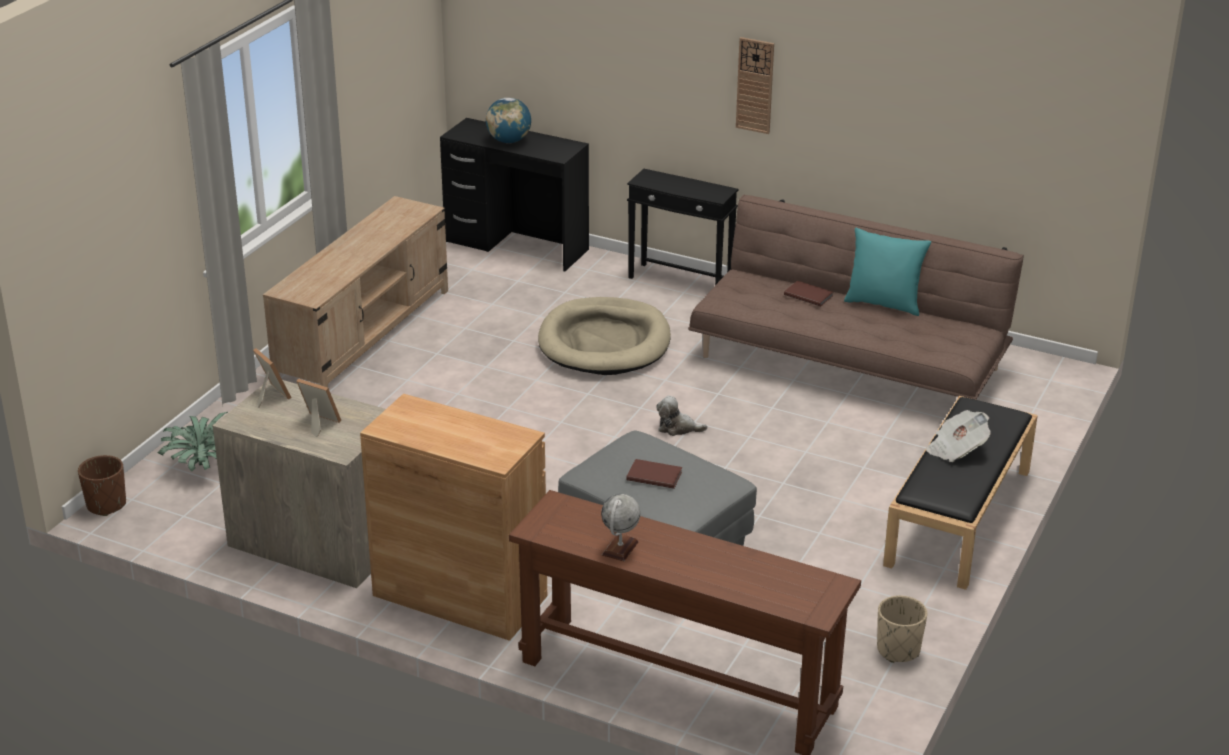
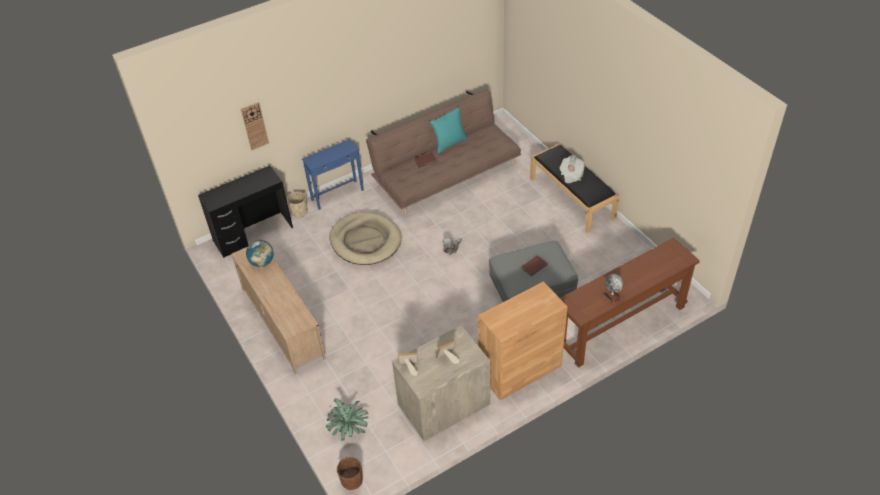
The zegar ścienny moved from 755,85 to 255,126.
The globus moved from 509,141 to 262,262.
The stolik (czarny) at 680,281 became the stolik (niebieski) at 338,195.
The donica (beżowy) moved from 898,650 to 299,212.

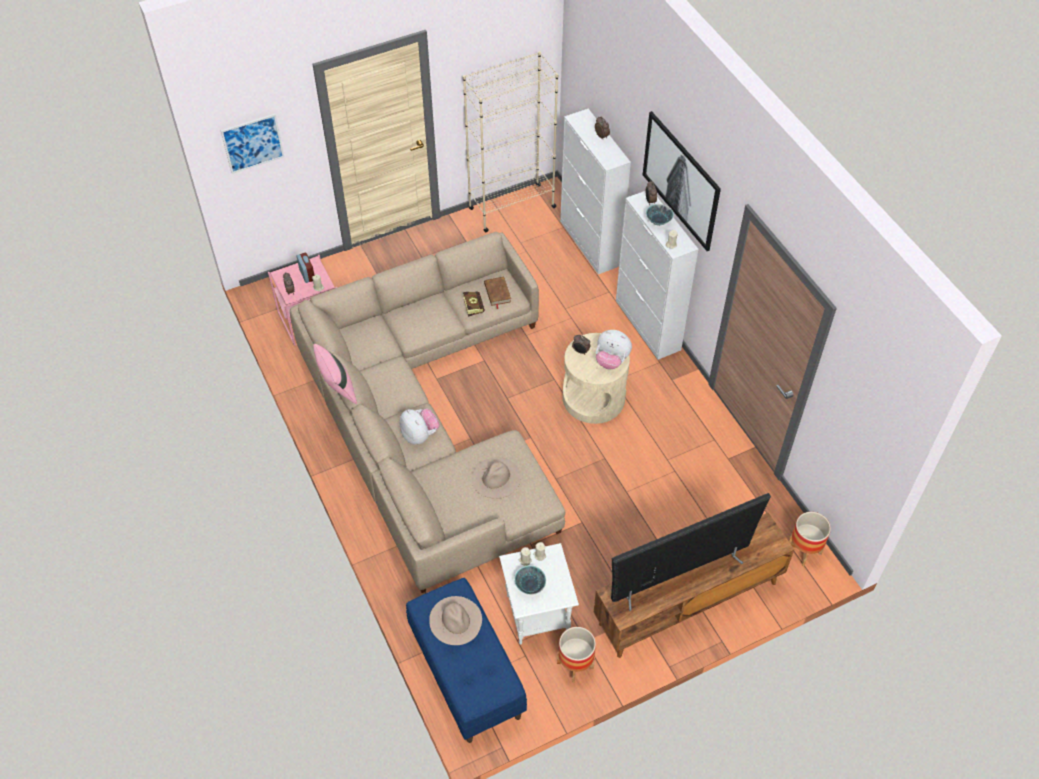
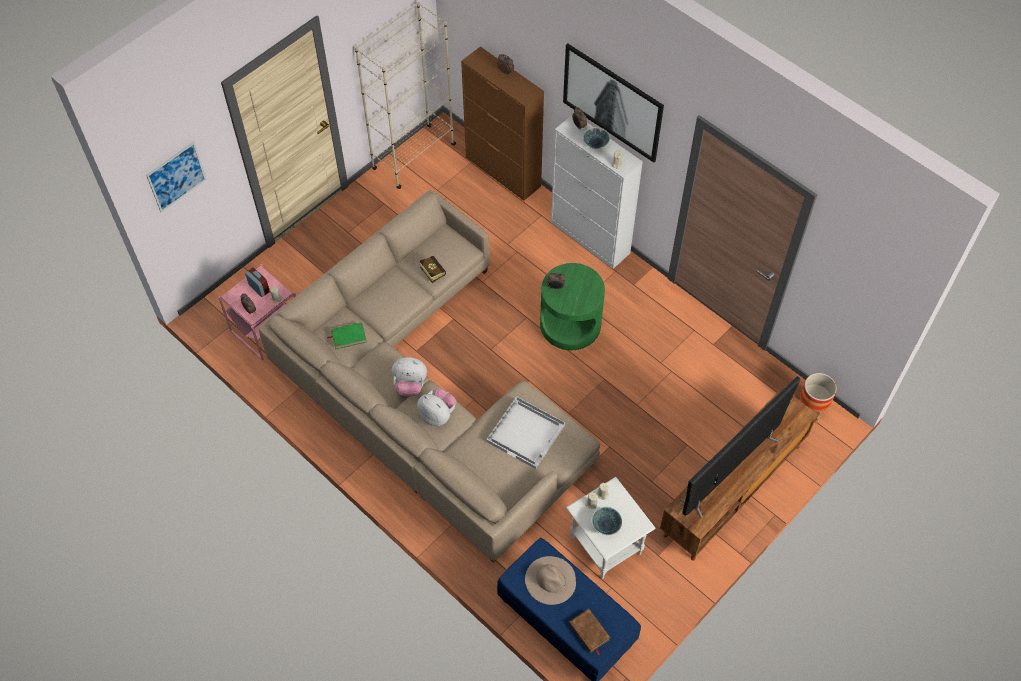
The szafka (biały) at 590,243 became the szafka (brązowy) at 503,172.
The książka (brązowy) moved from 497,293 to 589,632.
The pluszak moved from 611,360 to 410,385.
The stolik (beżowy) at 594,398 became the stolik (zielony) at 570,324.
The poduszka (różowy) at 337,389 disappeared.
The kapelusz (beżowy) at 496,478 was replaced by the taca (biały) at 526,433.
The donica at 575,665 disappeared.
The książka (zielony) at 348,337 appeared.

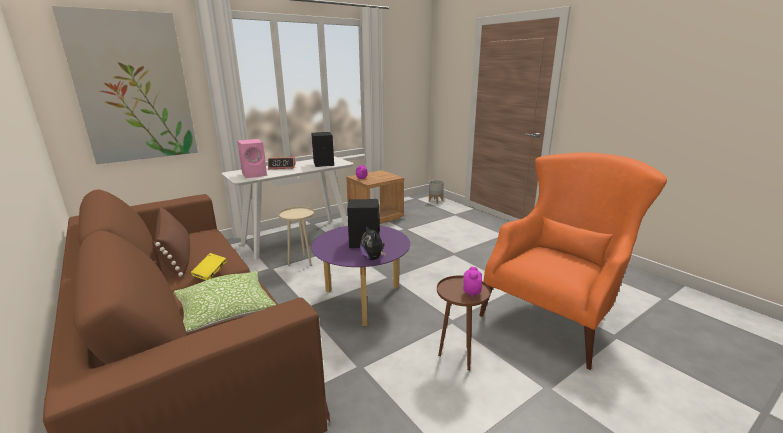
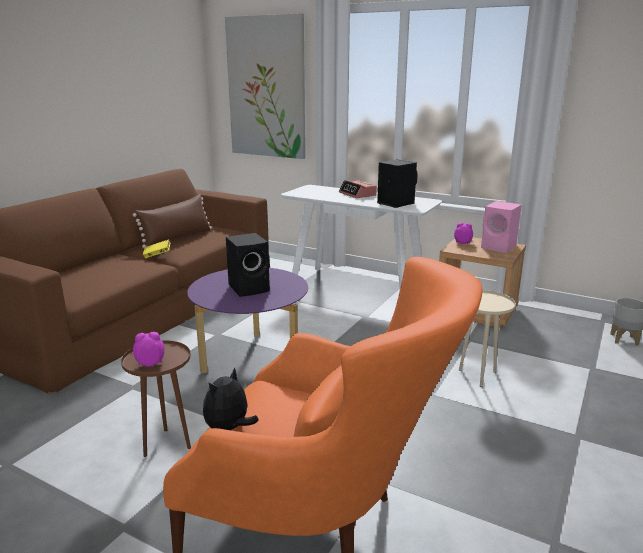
The głośnik (różowy) moved from 255,174 to 499,247.
The stolik (beżowy) moved from 301,262 to 478,376.
The pluszak moved from 373,258 to 229,429.
The poduszka at 226,311 disappeared.

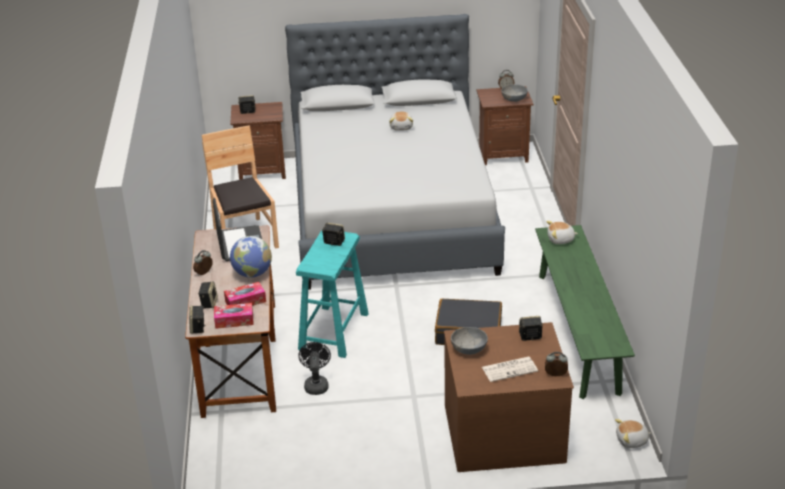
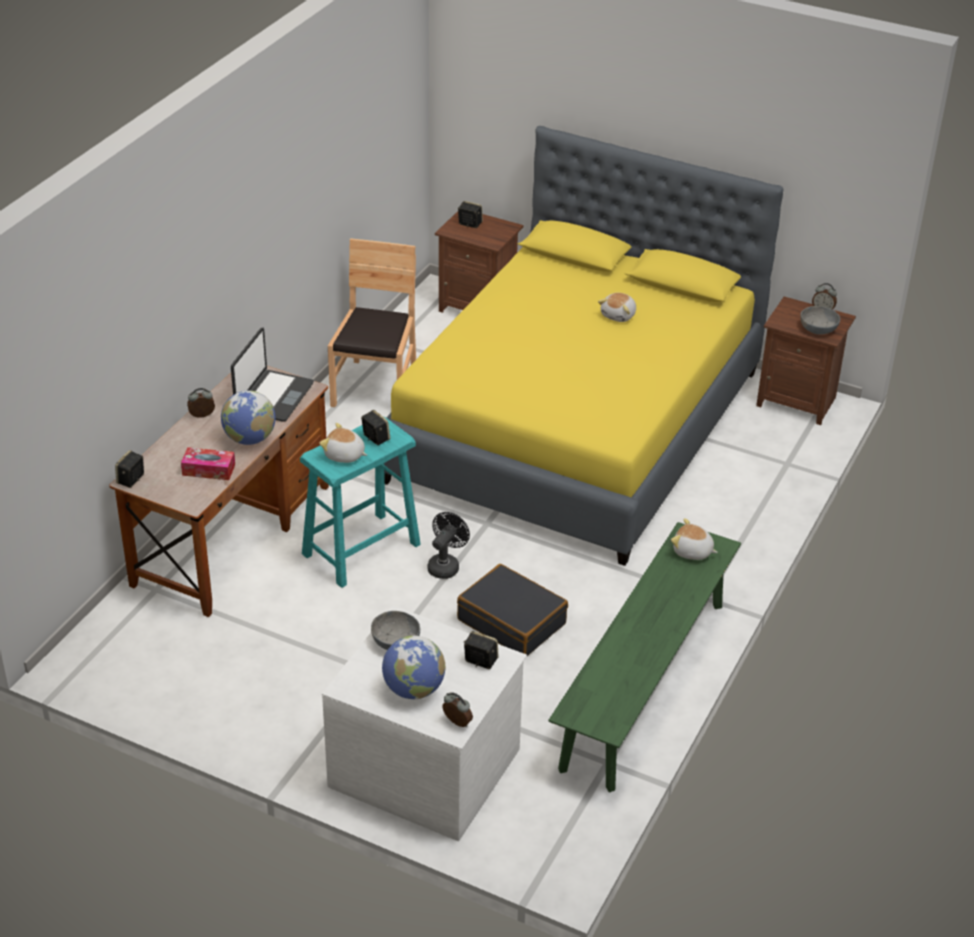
The łóżko (szary) at 392,213 became the łóżko (żółty) at 576,425.
The głośnik at 209,303 disappeared.
The pudełko chusteczek at 234,320 disappeared.
The komoda (brązowy) at 503,431 became the komoda (biały) at 426,765.
The wentylator (czarny) moved from 316,384 to 445,565.
The gazeta at 510,369 was replaced by the globus at 413,689.
The pluszak moved from 632,441 to 344,455.

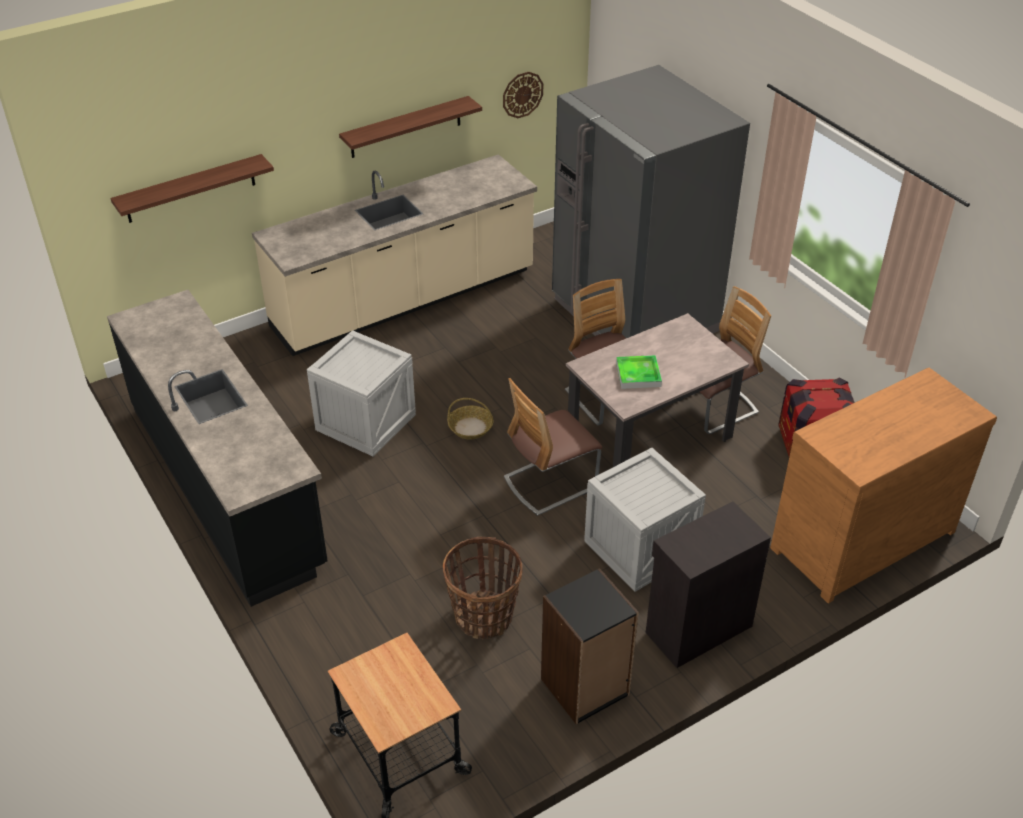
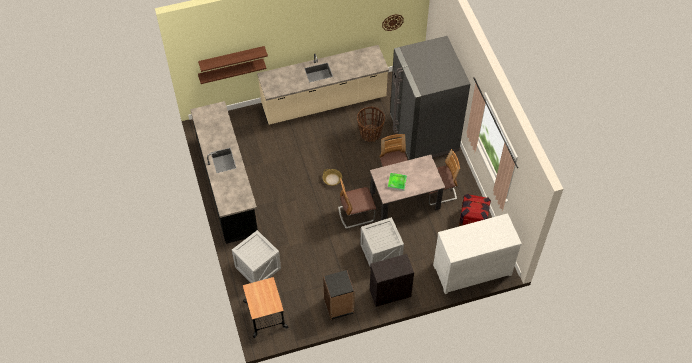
The półka moved from 406,127 to 231,70.
The skrzynka moved from 366,421 to 258,267.
The komoda (brązowy) at 859,538 became the komoda (biały) at 471,269.
The koszyk moved from 484,616 to 370,134.

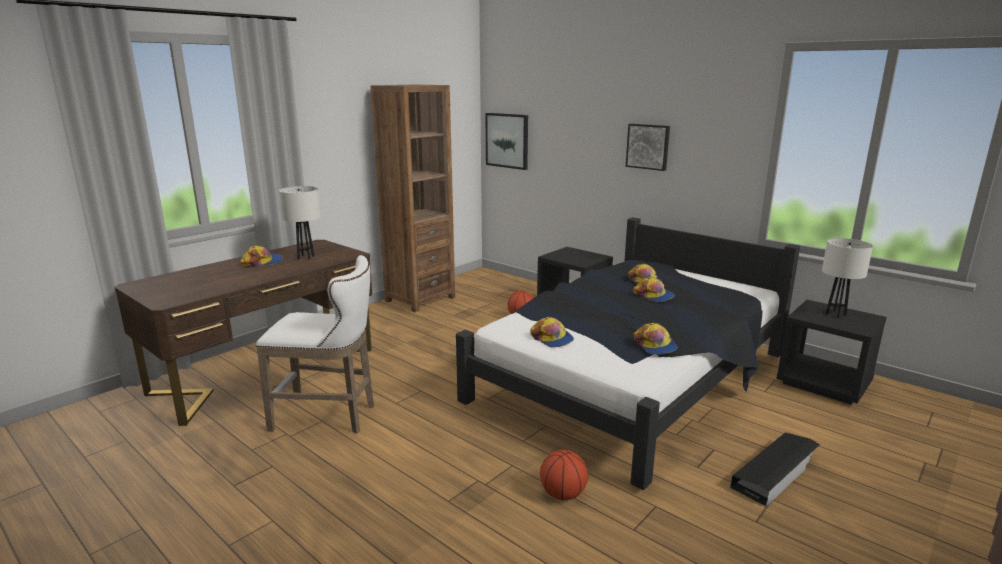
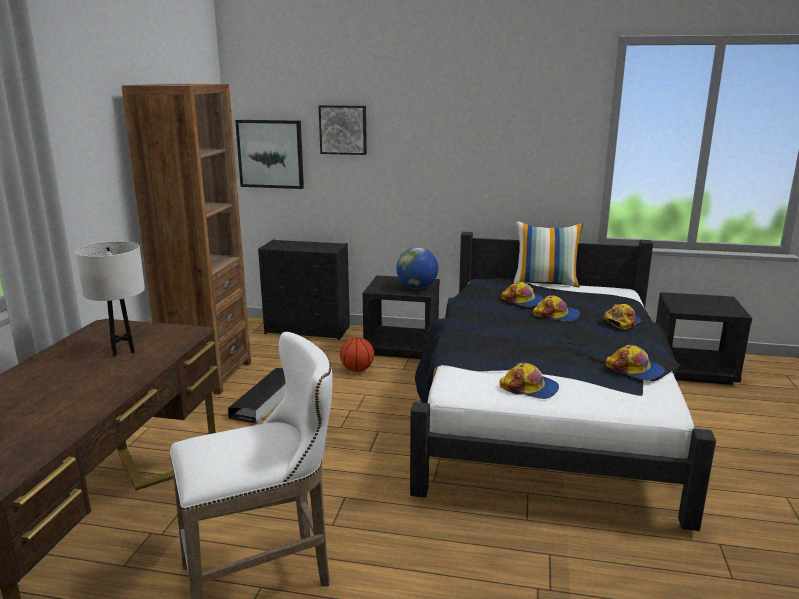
The obraz moved from 648,146 to 343,129.
The lampa stołowa (biały) at 836,314 disappeared.
The czapka z daszkiem moved from 262,262 to 621,322.
The pojemnik do przechowywania (czarny) moved from 775,472 to 267,399.
The piłka do koszykówki at 563,494 disappeared.
The poduszka at 545,283 appeared.
The komoda (czarny) at 308,330 appeared.
The globus at 417,288 appeared.

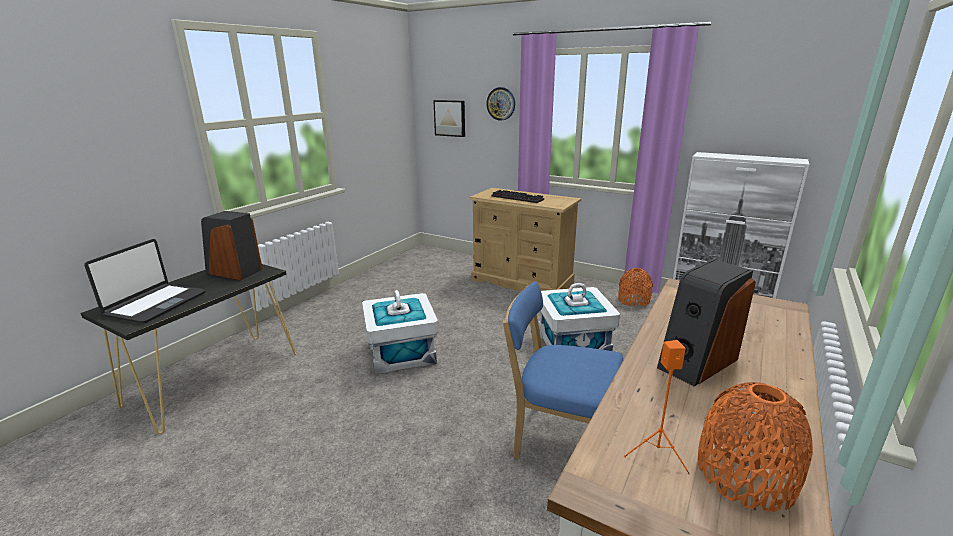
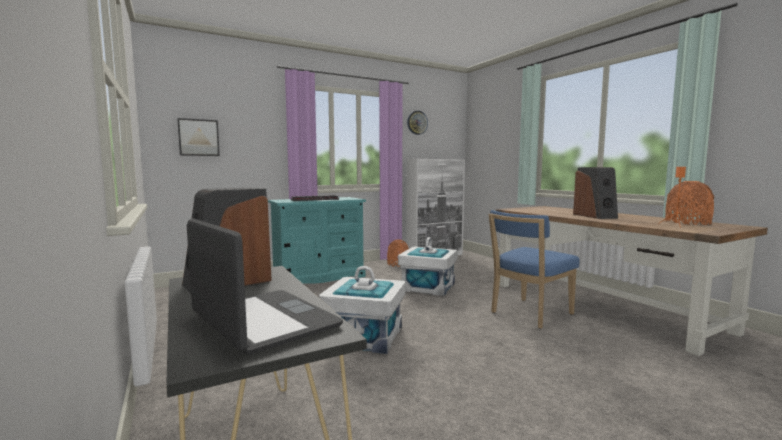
The zegar ścienny moved from 501,103 to 417,122.
The komoda (beżowy) at 522,281 became the komoda (turkusowy) at 319,277.

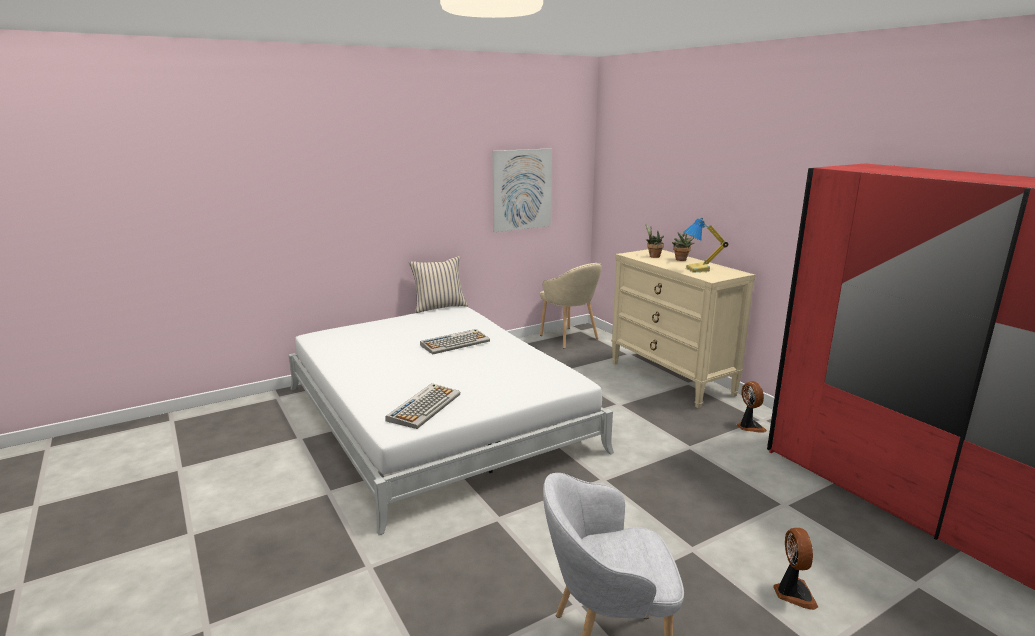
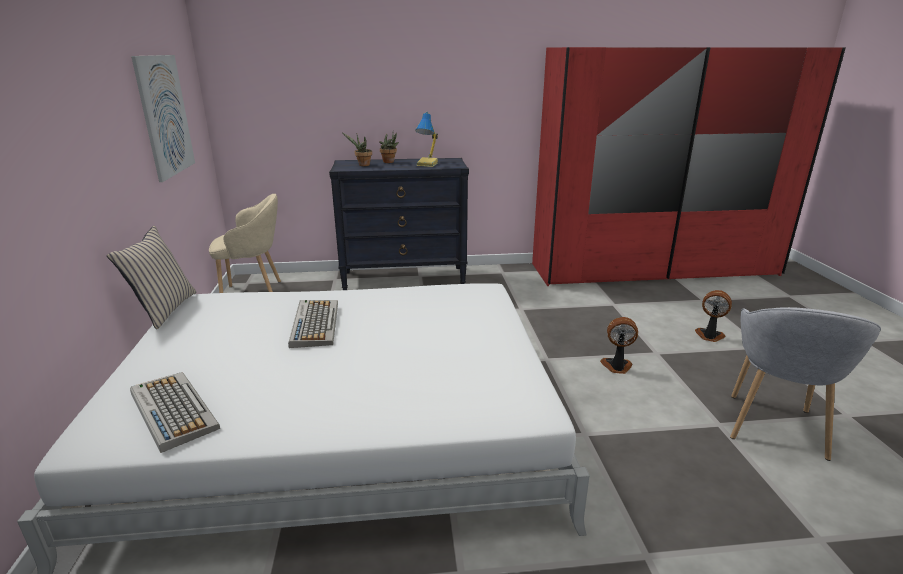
The komoda (beżowy) at 671,378 became the komoda (czarny) at 404,278.
The wentylator moved from 749,426 to 617,367.
The klawiatura moved from 424,406 to 172,410.

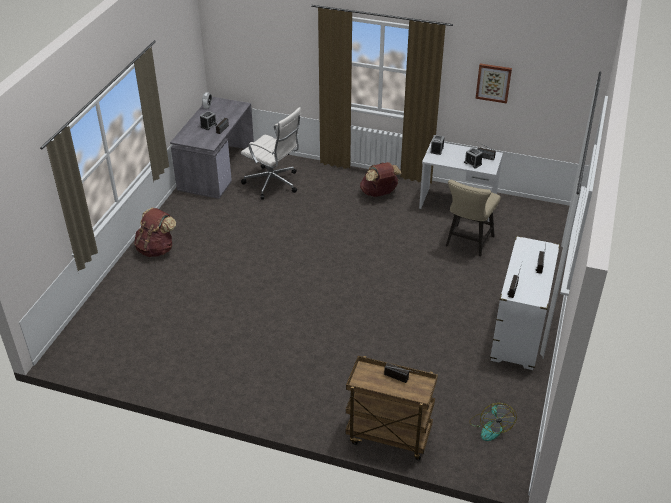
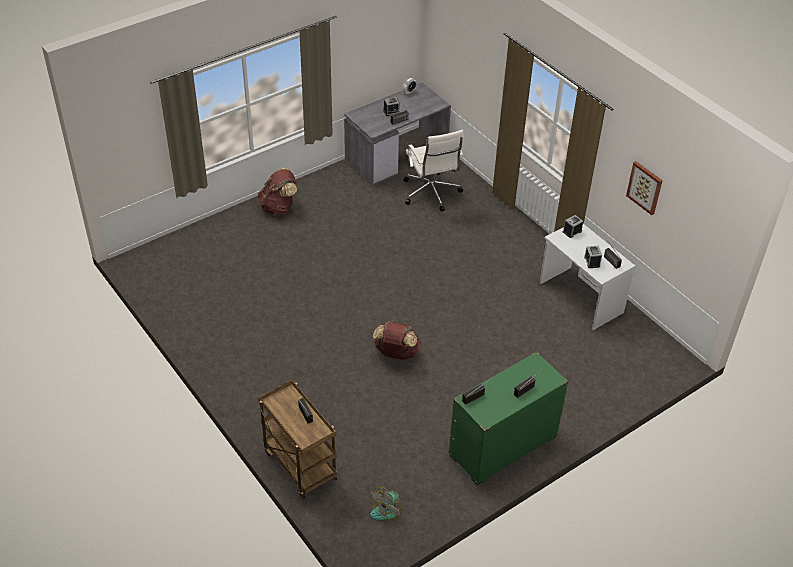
The plecak (brązowy) moved from 379,193 to 396,354.
The krzesło (beżowy) at 467,243 disappeared.
The komoda (biały) at 519,333 became the komoda (zielony) at 502,447.

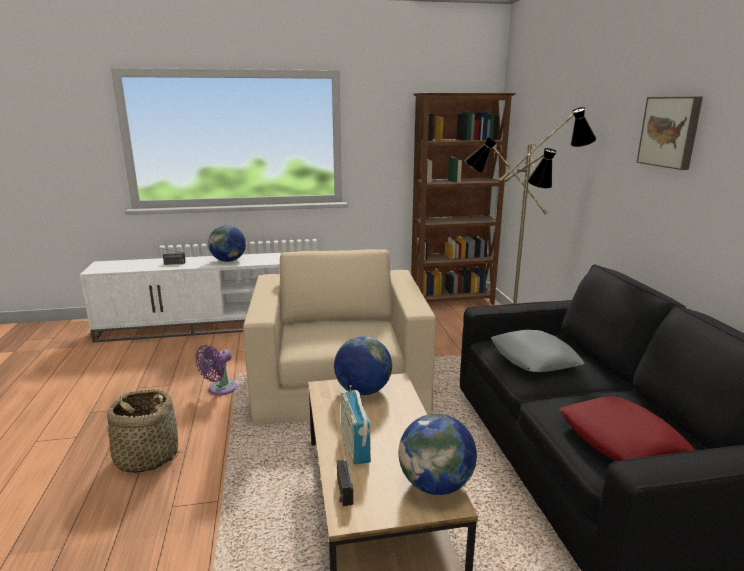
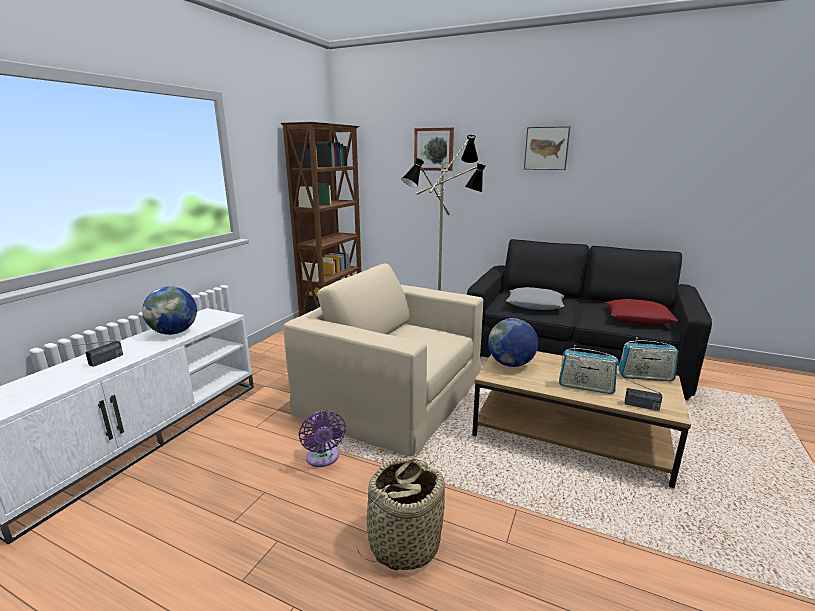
The globus at 436,485 was replaced by the radio at 645,377.
The obraz at 434,149 appeared.

